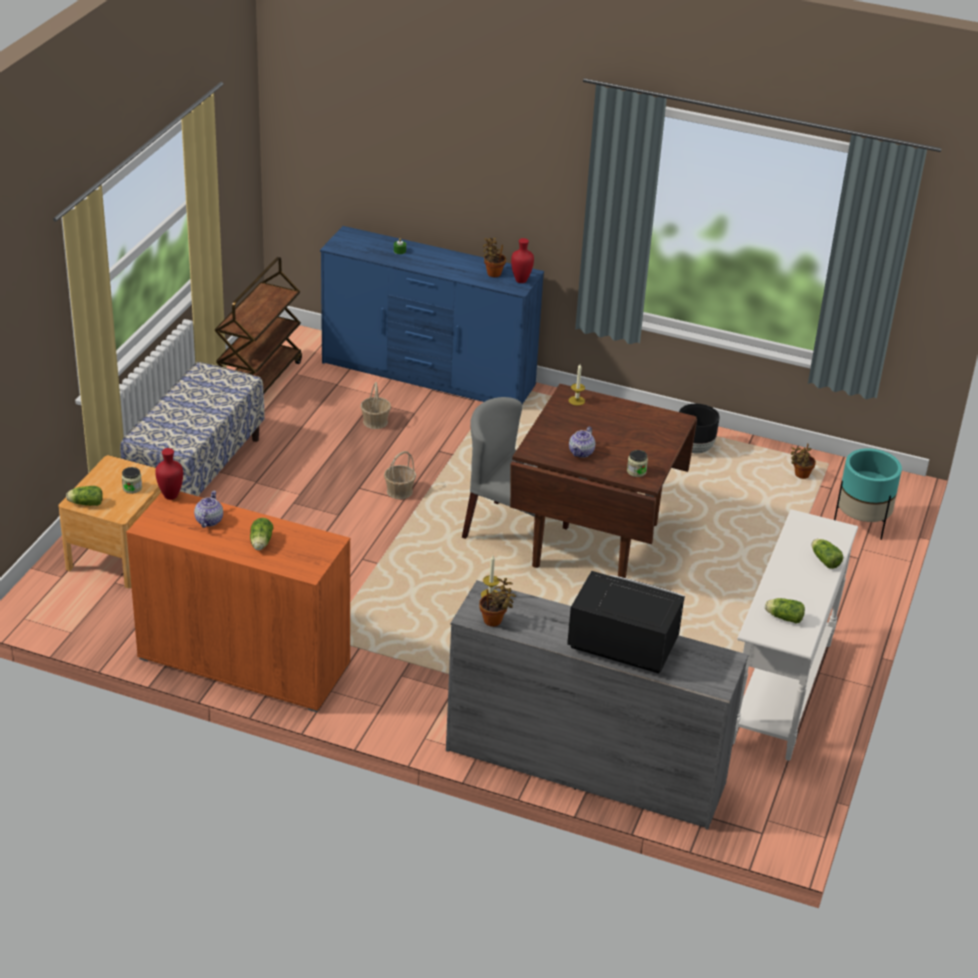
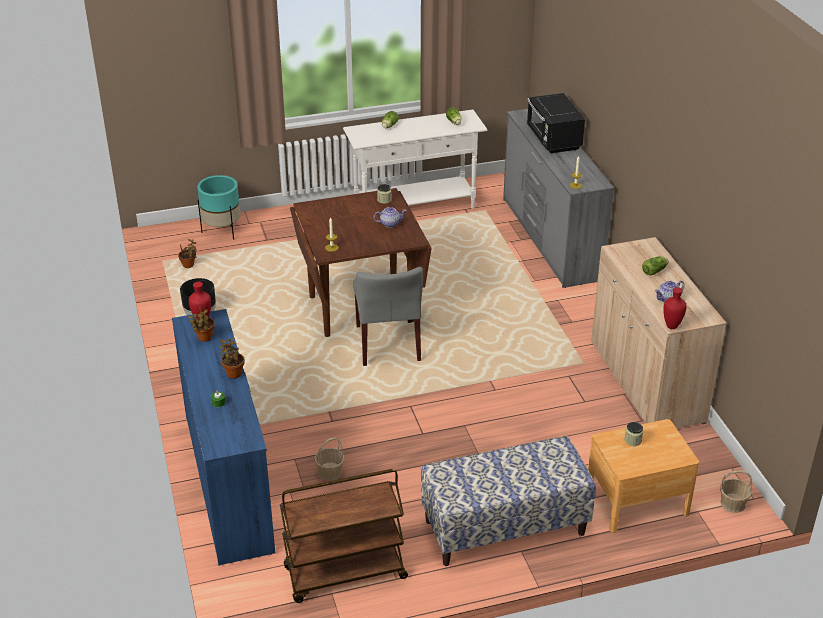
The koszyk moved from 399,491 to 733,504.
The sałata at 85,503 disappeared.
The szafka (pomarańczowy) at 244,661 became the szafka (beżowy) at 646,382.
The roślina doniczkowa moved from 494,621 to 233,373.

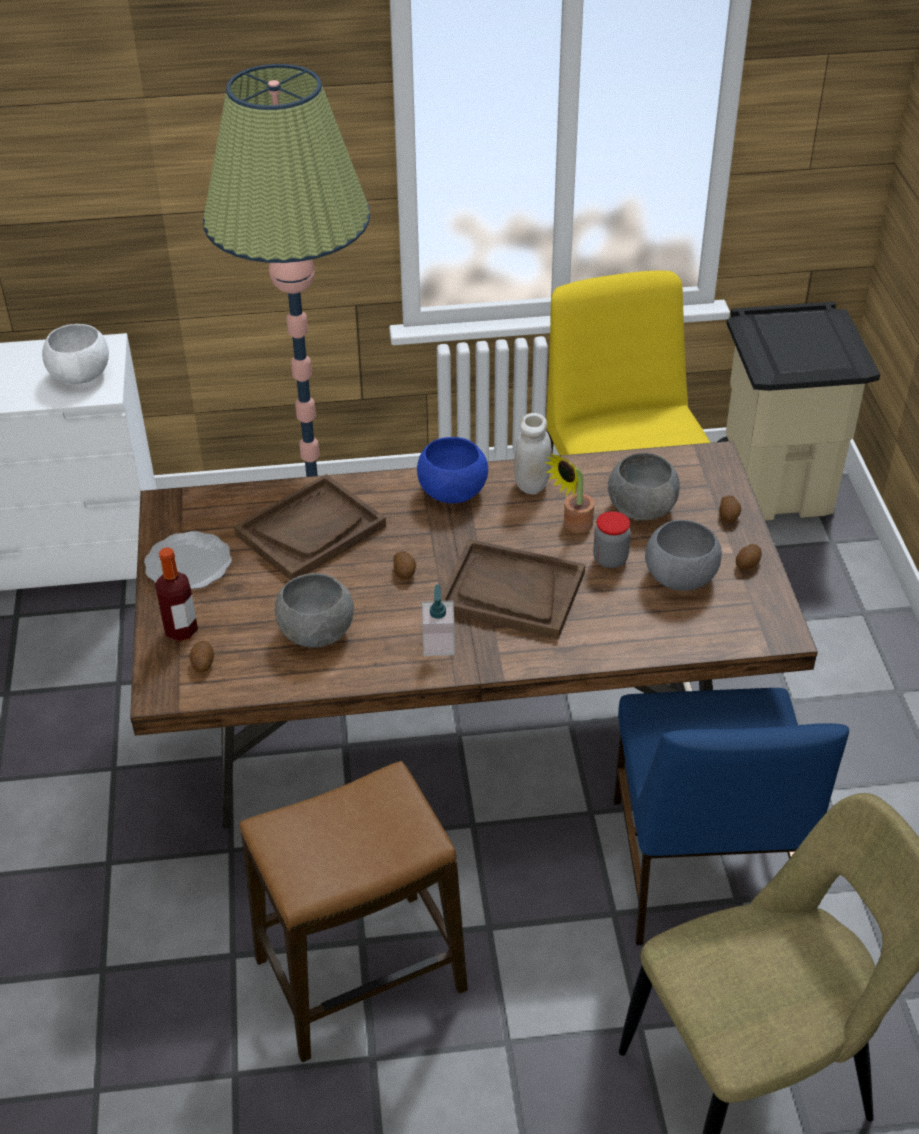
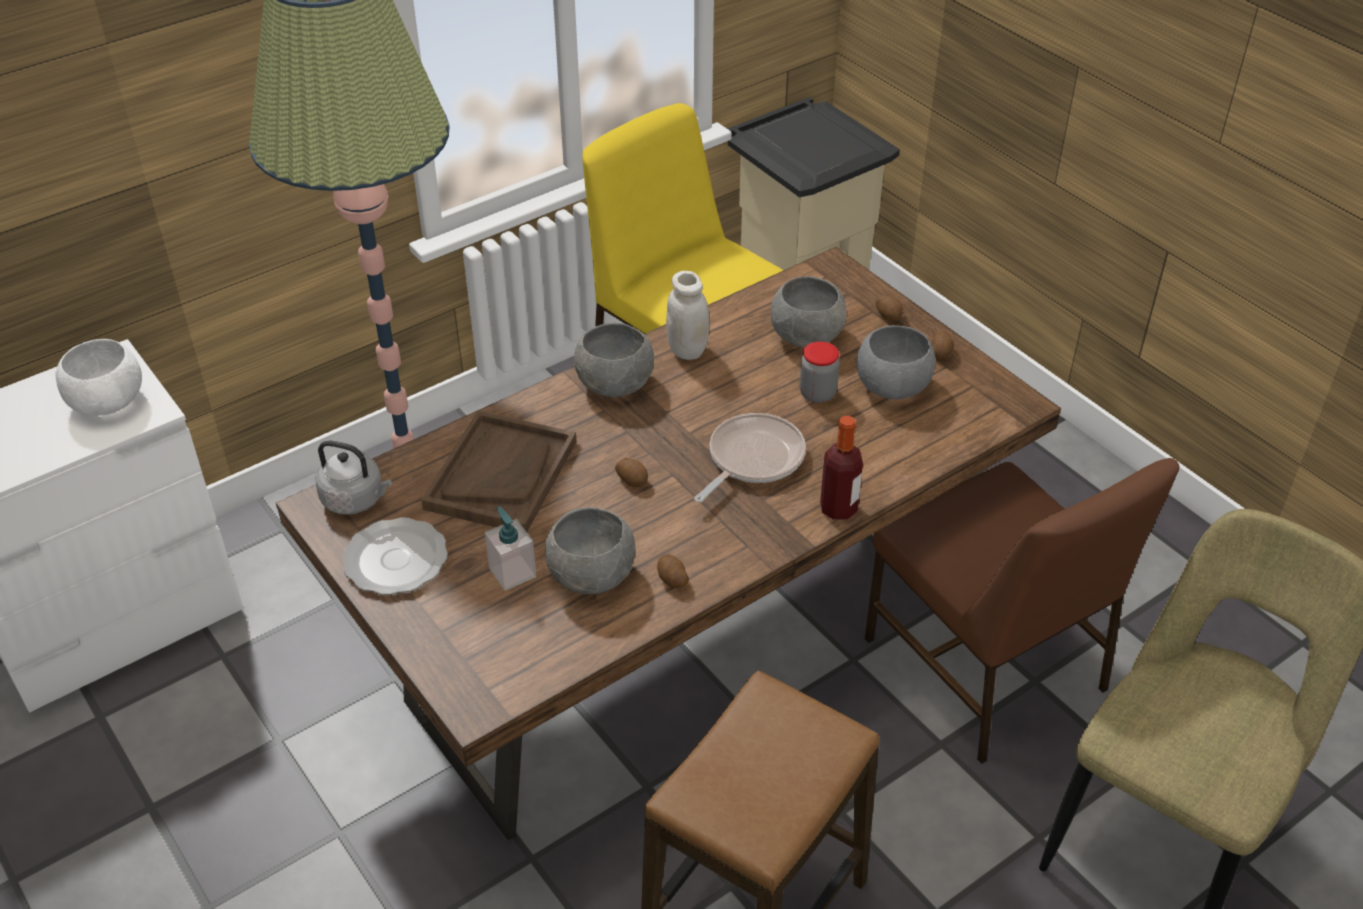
The miska (niebieski) at 453,491 became the miska (szary) at 615,383.
The roślina doniczkowa at 573,525 disappeared.
The taca (brązowy) at 511,592 was replaced by the patelnia at 752,459.
The butelka moved from 181,630 to 838,509.
The dozownik mydła moved from 438,644 to 512,572.
The ziemniak moved from 202,663 to 672,579.
The krzesło (niebieski) at 701,869 became the krzesło (brązowy) at 985,668.
The czajnik (szary) at 356,499 appeared.

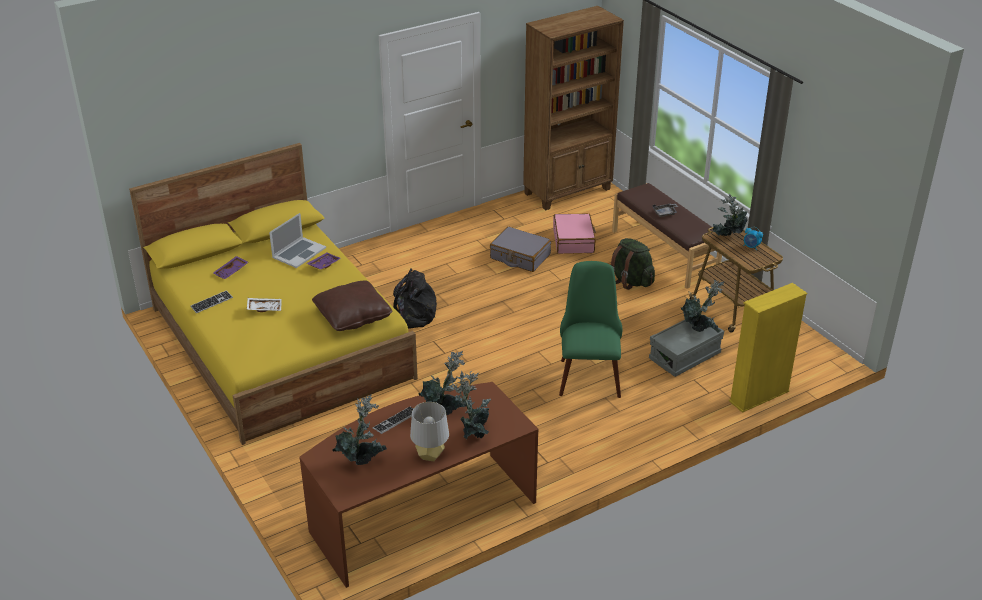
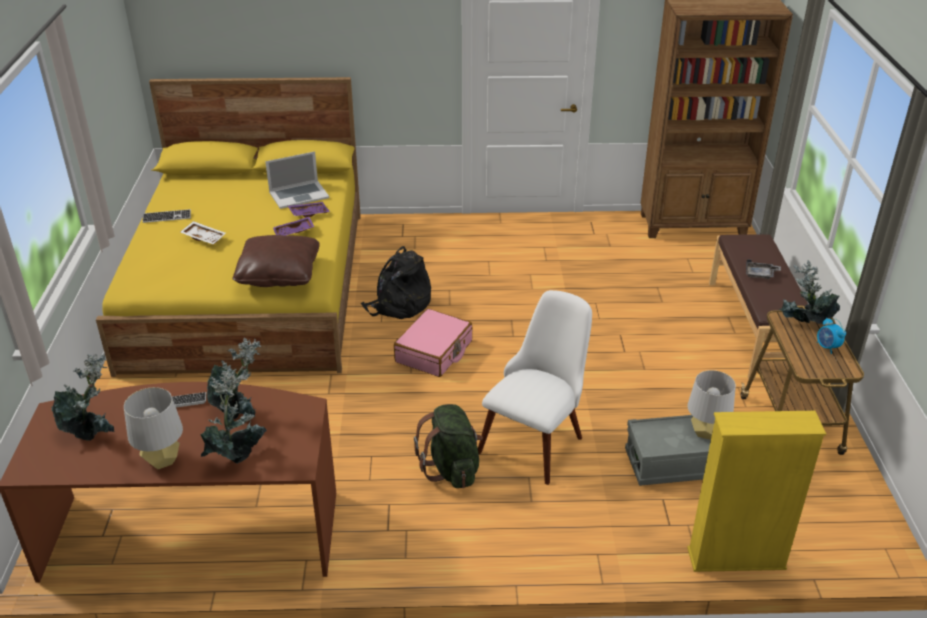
The walizka (różowy) moved from 574,241 to 434,352.
The walizka (szary) at 520,256 disappeared.
The plecak (zielony) moved from 630,281 to 452,469.
The taca (fioletowy) moved from 231,271 to 294,232.
The krzesło (zielony) at 589,371 became the krzesło (biały) at 537,437.
The roślina doniczkowa at 700,327 was replaced by the lampa stołowa (szary) at 705,433.

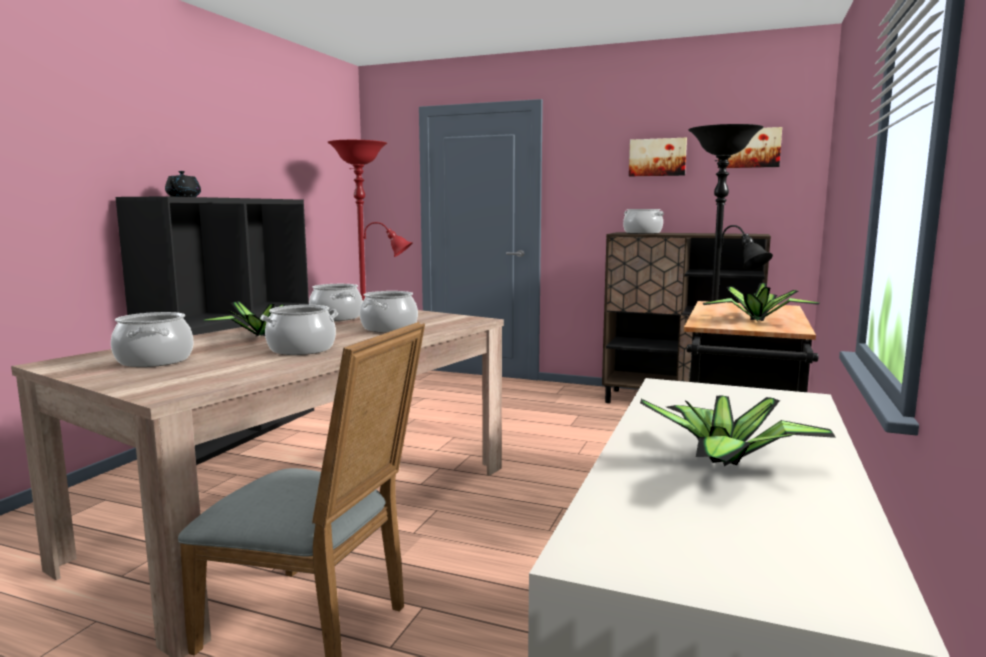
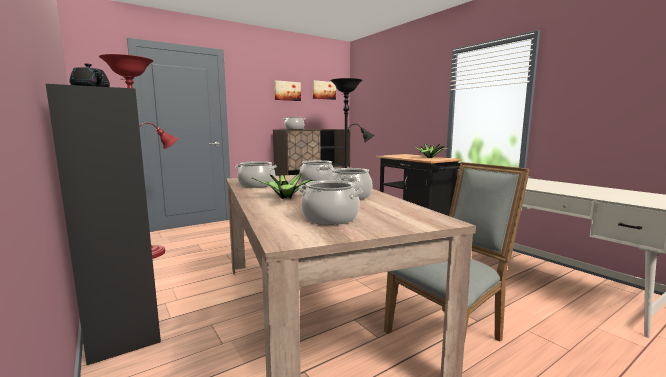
The roślina doniczkowa at 728,463 disappeared.

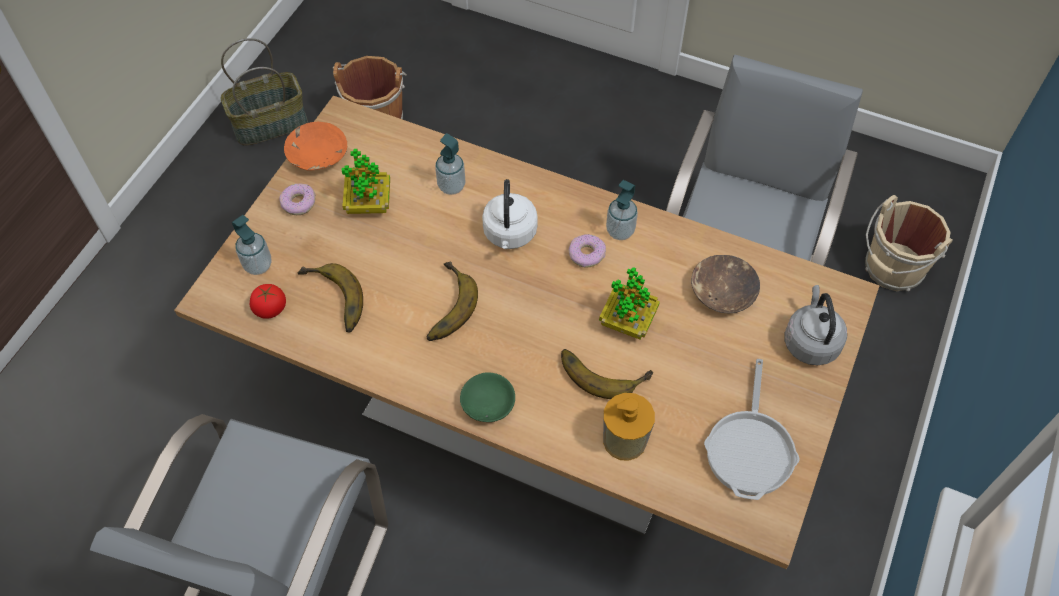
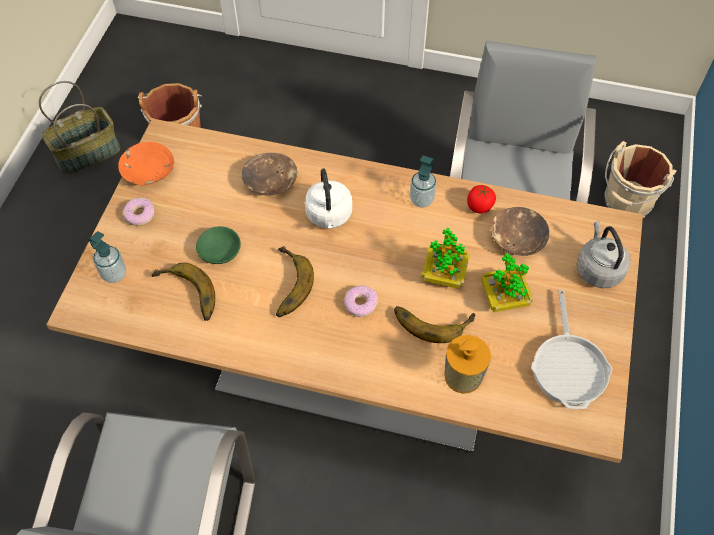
The dozownik mydła at 451,186 was replaced by the miska (brązowy) at 270,182.
The roślina doniczkowa moved from 369,204 to 503,298.
The donut moved from 586,254 to 360,304.
The pomidor moved from 270,309 to 479,206.
The miska (zielony) moved from 489,403 to 221,251.

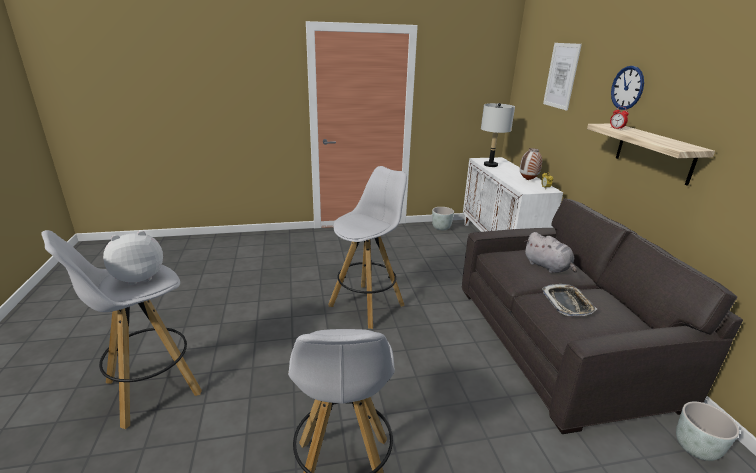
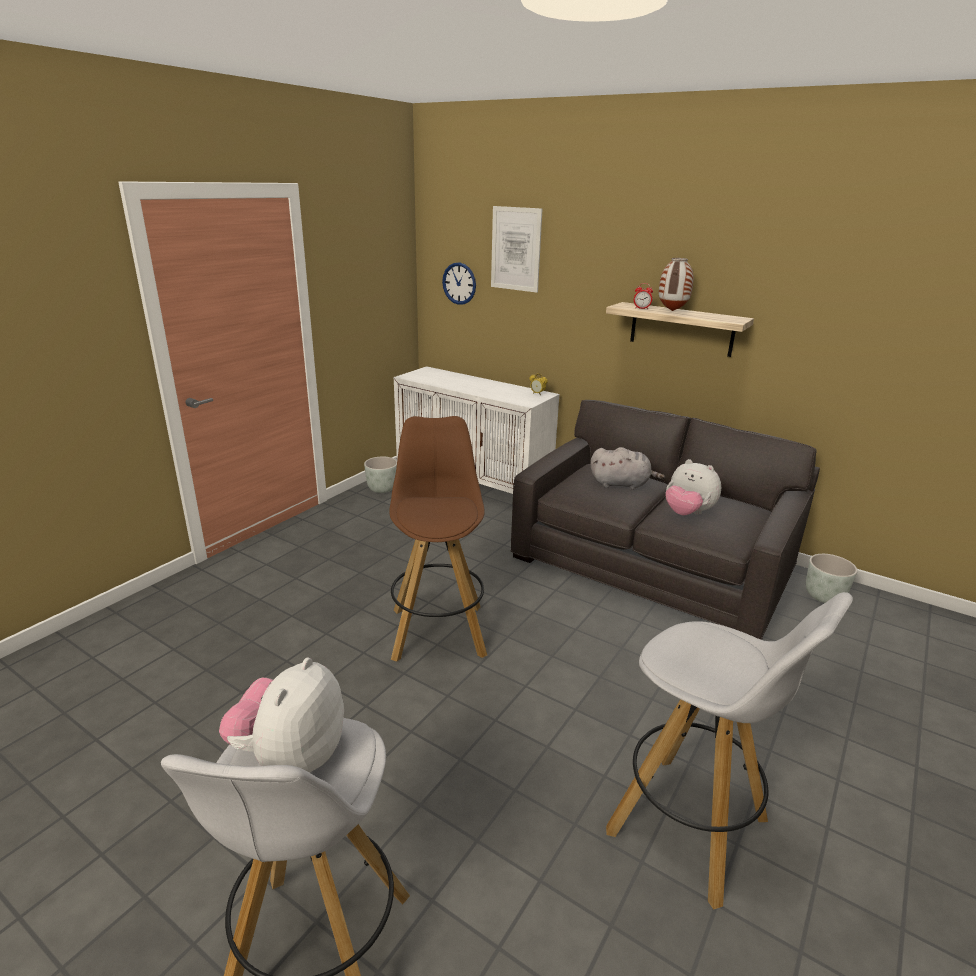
The zegar ścienny moved from 627,88 to 459,283.
The lampa stołowa (szary) at 490,165 disappeared.
The wazon moved from 528,180 to 672,311.
The stołek (biały) at 367,305 became the stołek (brązowy) at 438,631.
The taca at 567,303 was replaced by the pluszak at 687,513.

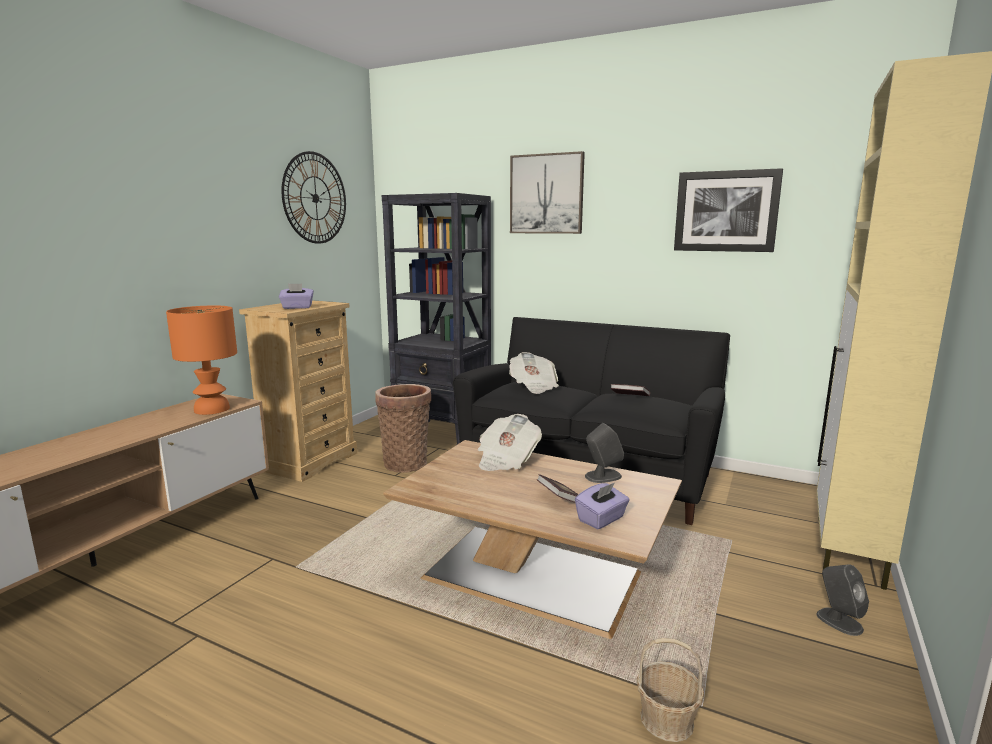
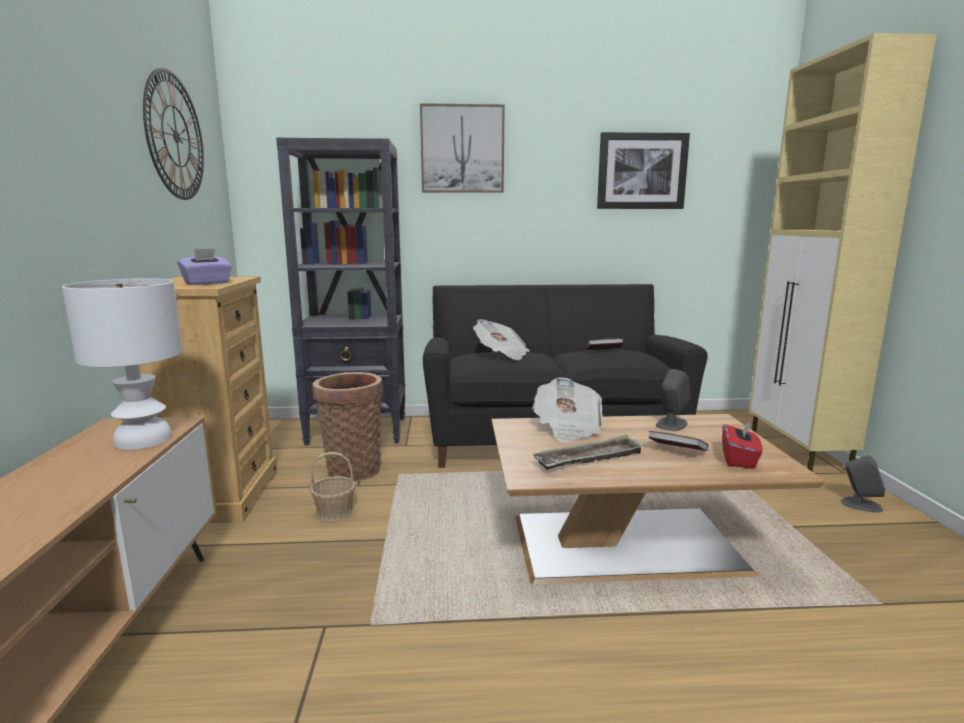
The lampa stołowa (pomarańczowy) at 213,409 became the lampa stołowa (biały) at 145,439.
The pudełko chusteczek (fioletowy) at 601,519 became the pudełko chusteczek (czerwony) at 739,459.
The koszyk moved from 667,720 to 335,512.
The taca at 589,459 appeared.

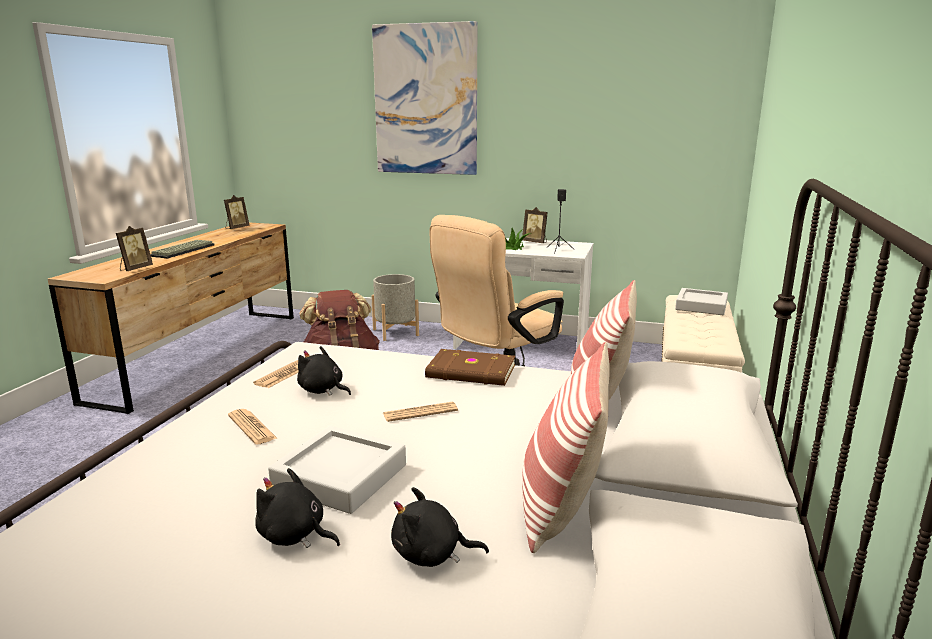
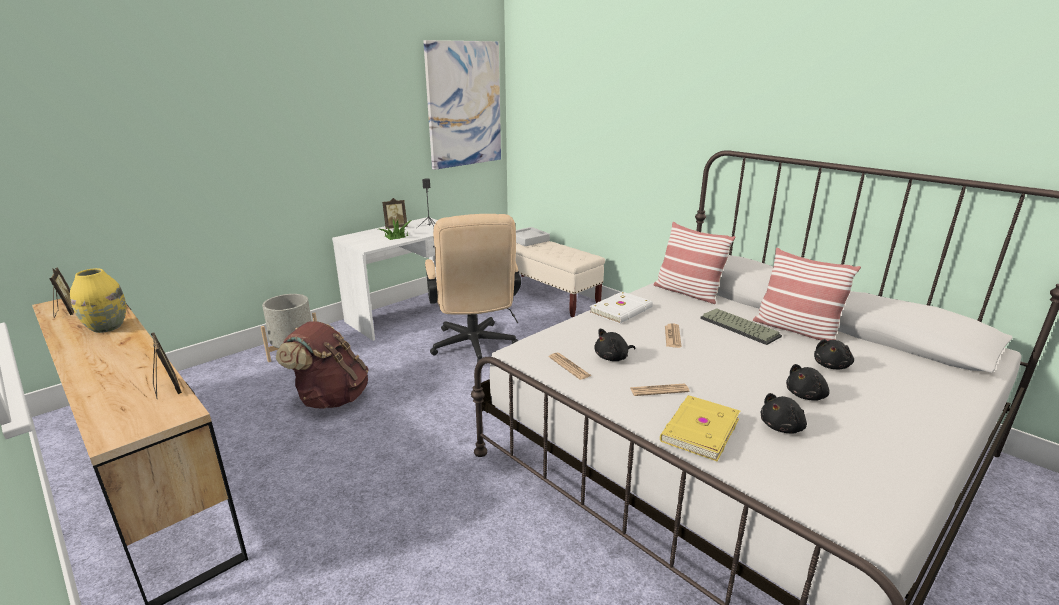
The obraz moved from 426,100 to 464,104.
The klawiatura moved from 183,250 to 741,327.
The książka (brązowy) at 471,372 became the książka (biały) at 622,310.
The taca (szary) at 340,476 disappeared.
The wazon (żółty) at 107,327 appeared.
The pluszak (czarny) at 782,427 appeared.
The książka (żółty) at 698,430 appeared.

